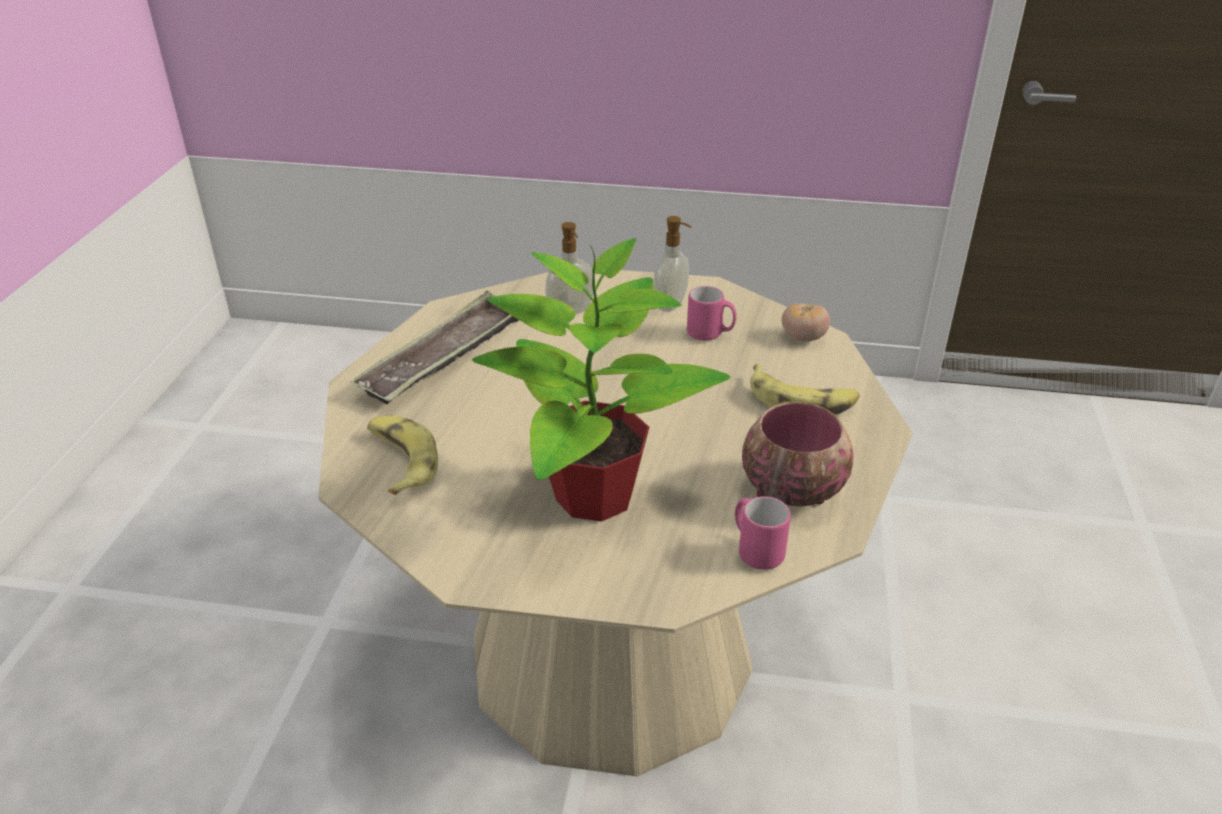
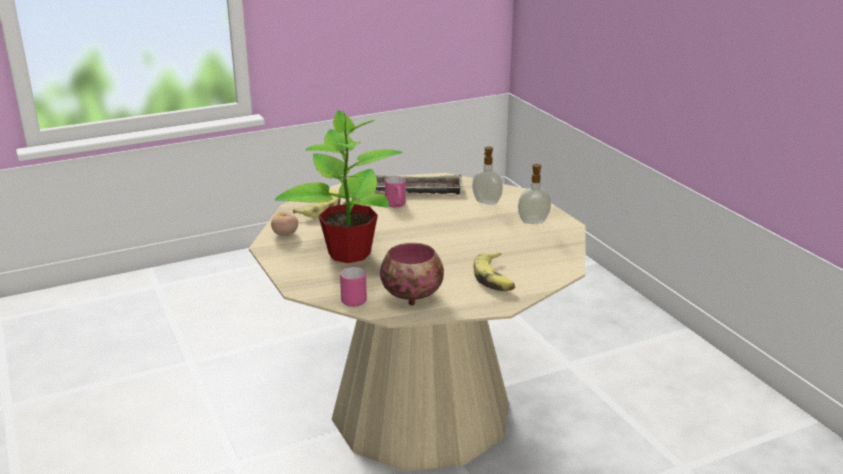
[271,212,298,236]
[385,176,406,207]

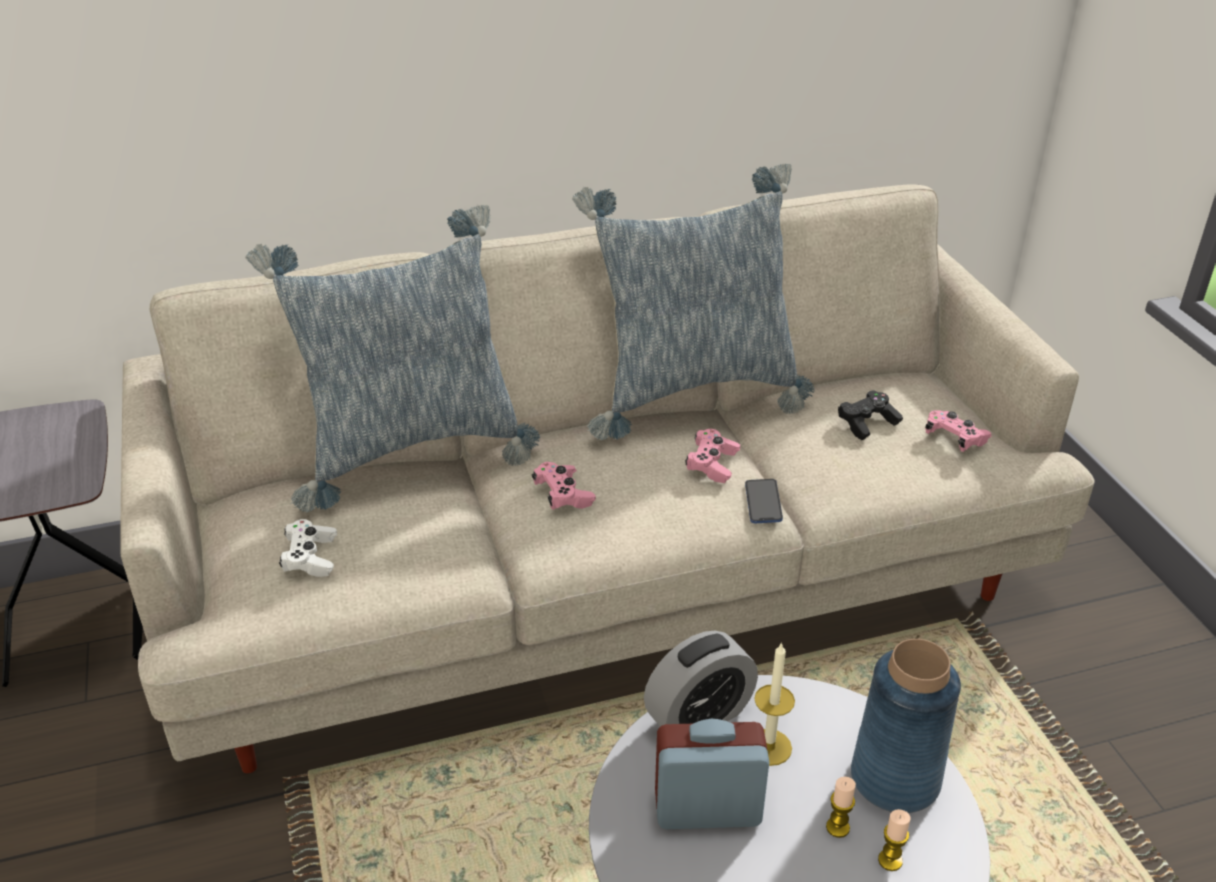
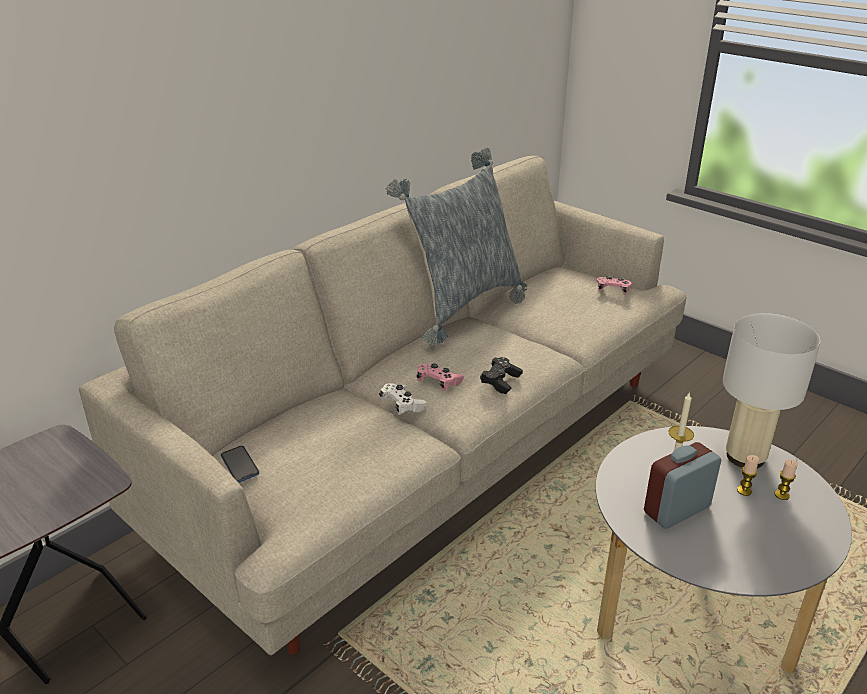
[221,446,259,483]
[379,383,427,415]
[480,357,523,394]
[723,313,821,468]
[245,205,541,512] (first image)
[644,631,758,726] (first image)
[685,429,740,483] (first image)

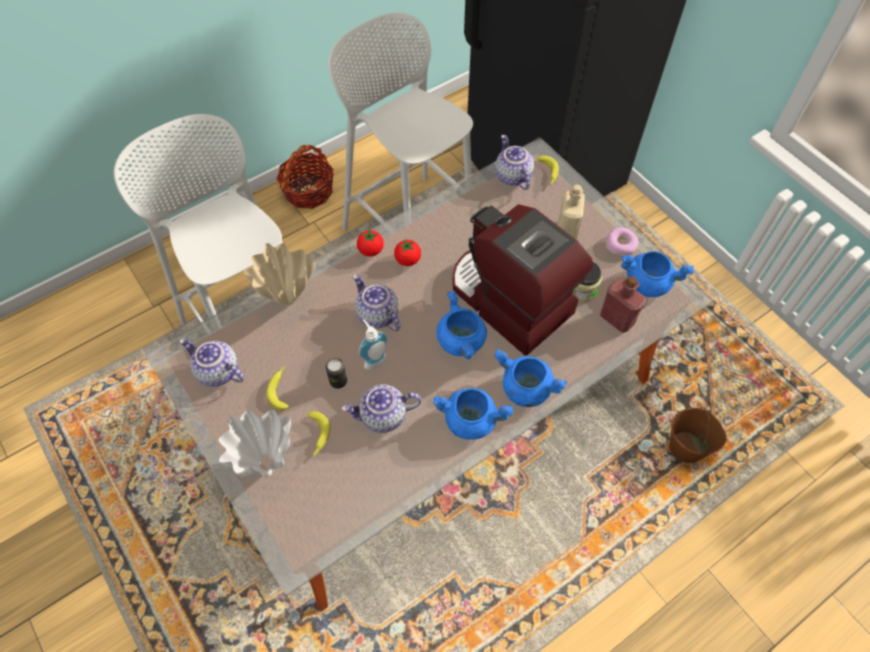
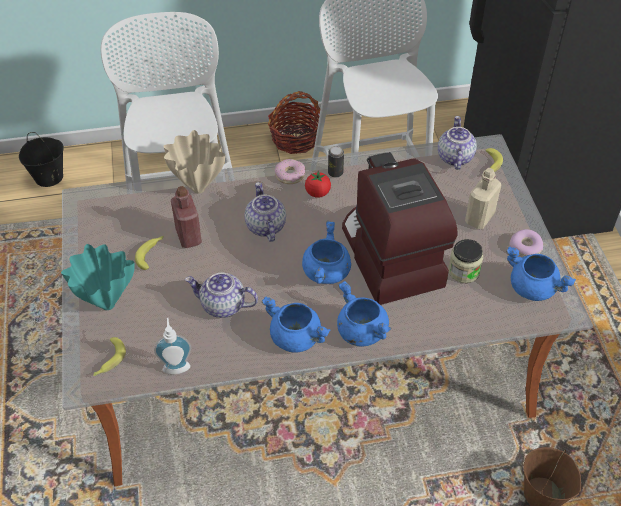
[19,132,64,187]
[61,244,135,310]
[93,337,126,376]
[154,318,191,374]
[171,186,202,248]
[275,159,305,184]
[328,146,344,178]
[180,338,245,387] (first image)

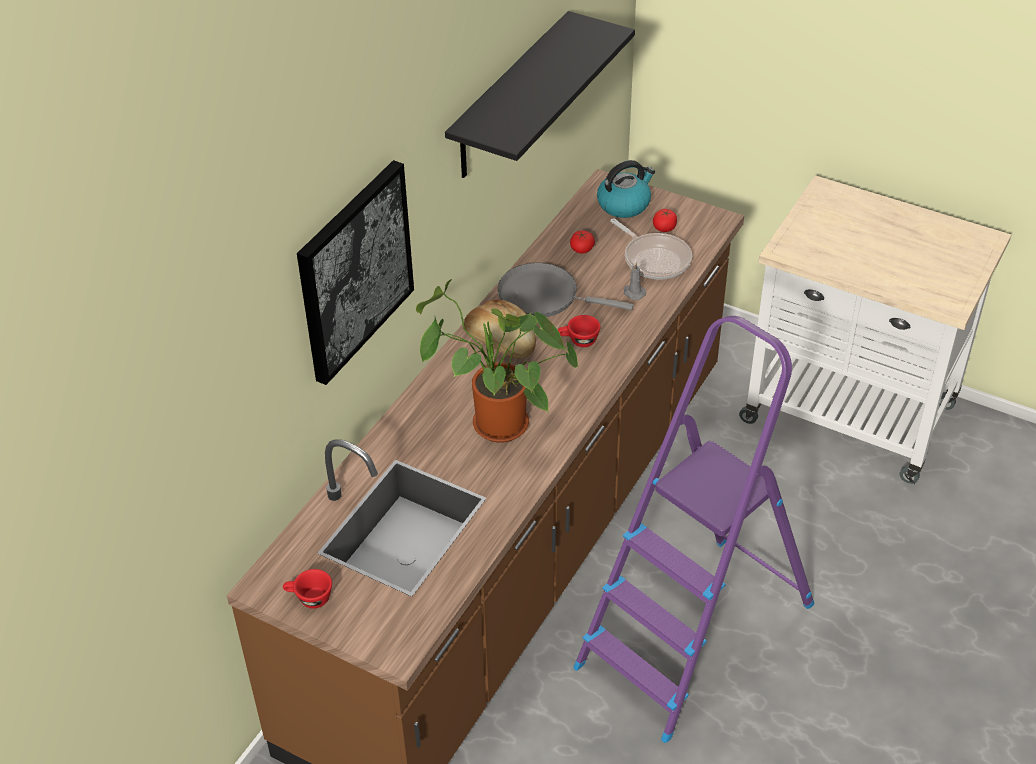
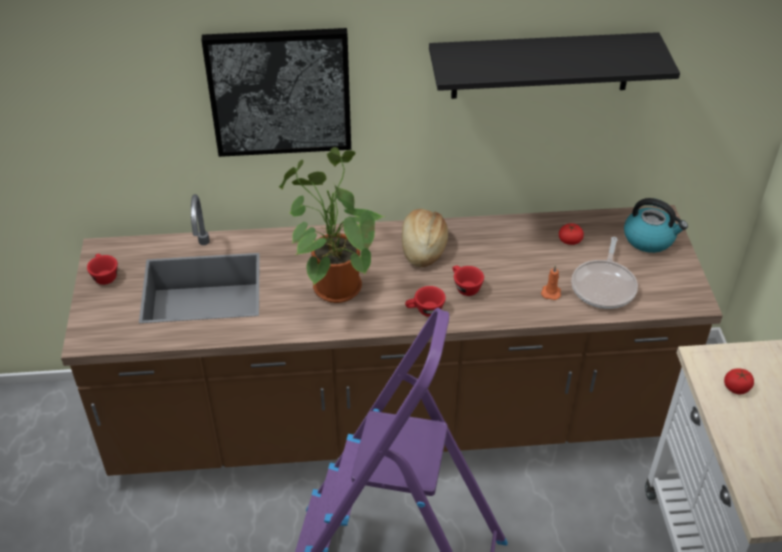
[405,286,446,317]
[541,265,561,300]
[724,368,754,394]
[498,263,634,317] (first image)

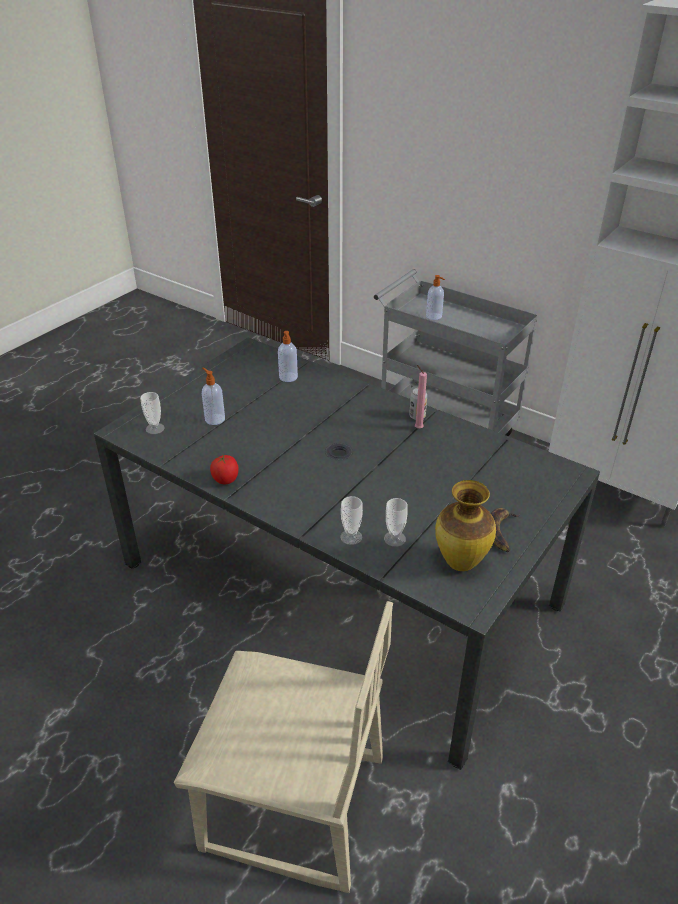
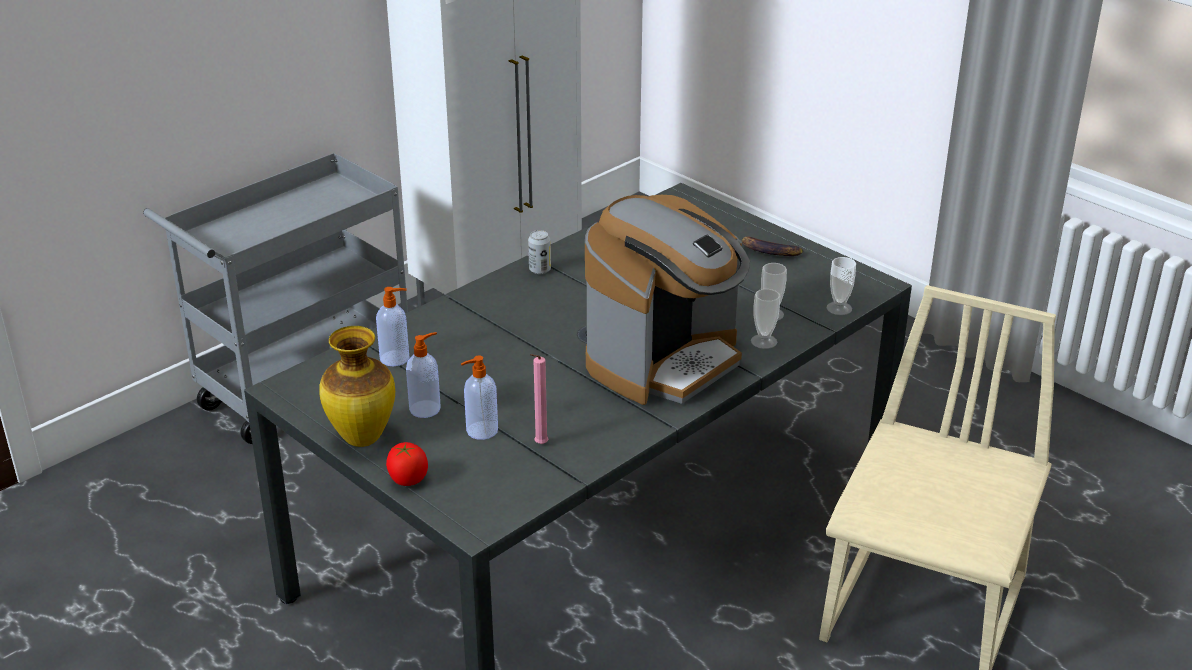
[319,326,395,447]
[386,442,428,486]
[406,332,441,418]
[530,354,549,444]
[585,195,750,405]
[827,257,856,315]

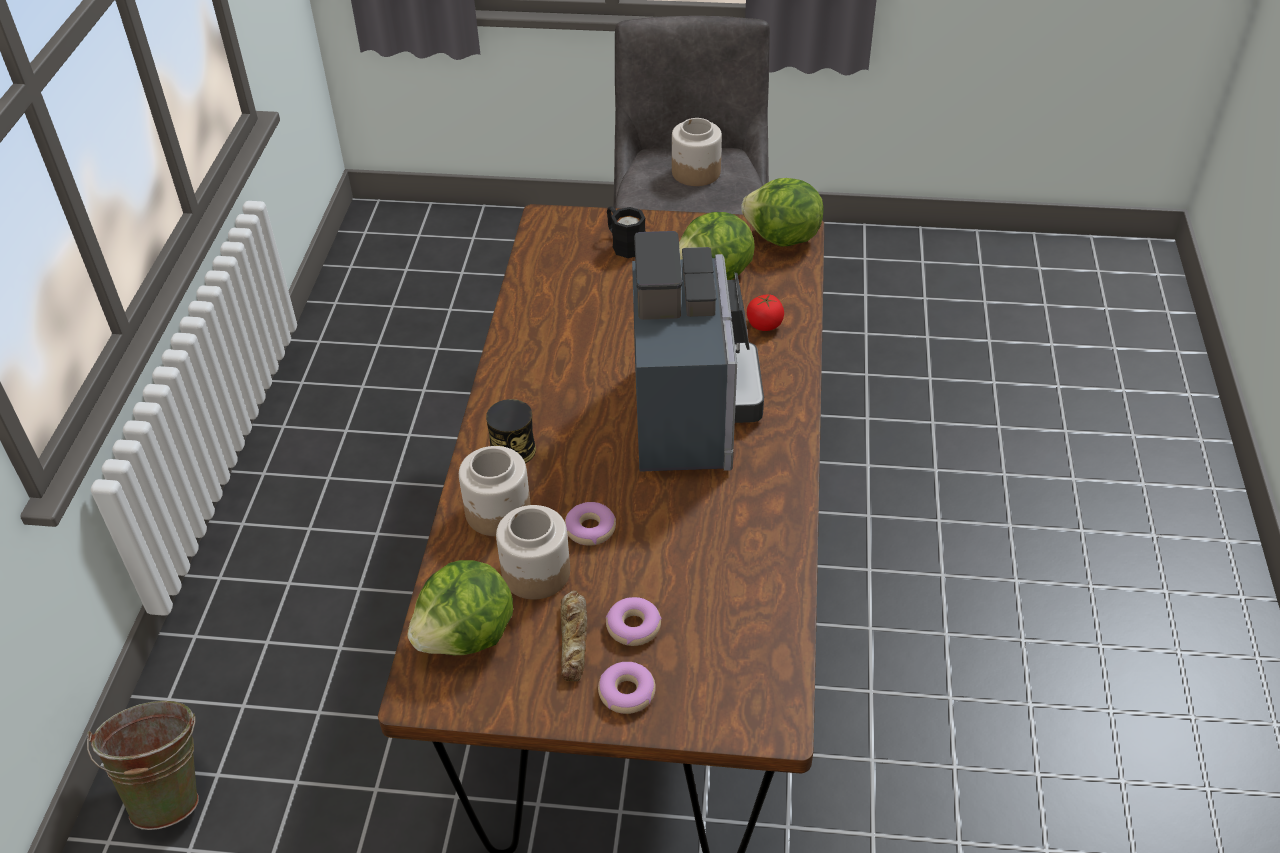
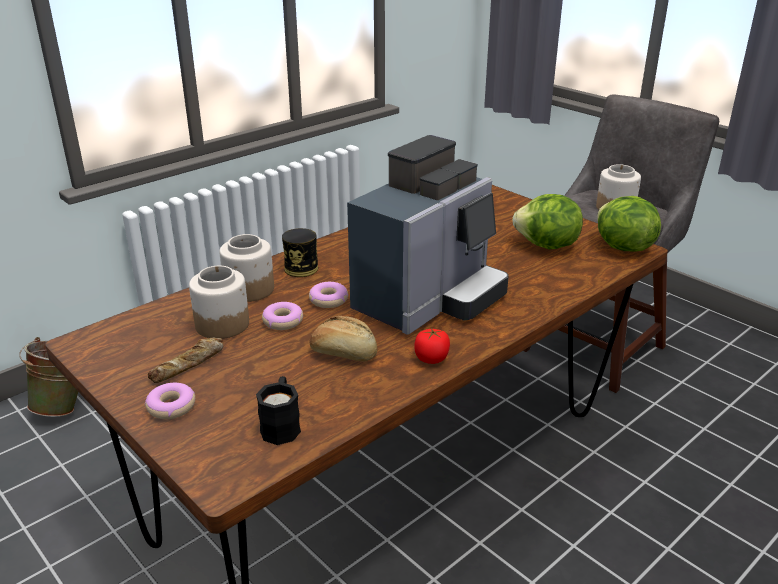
[256,376,301,445]
[309,282,348,308]
[309,316,377,361]
[414,328,450,364]
[408,560,513,655] (first image)

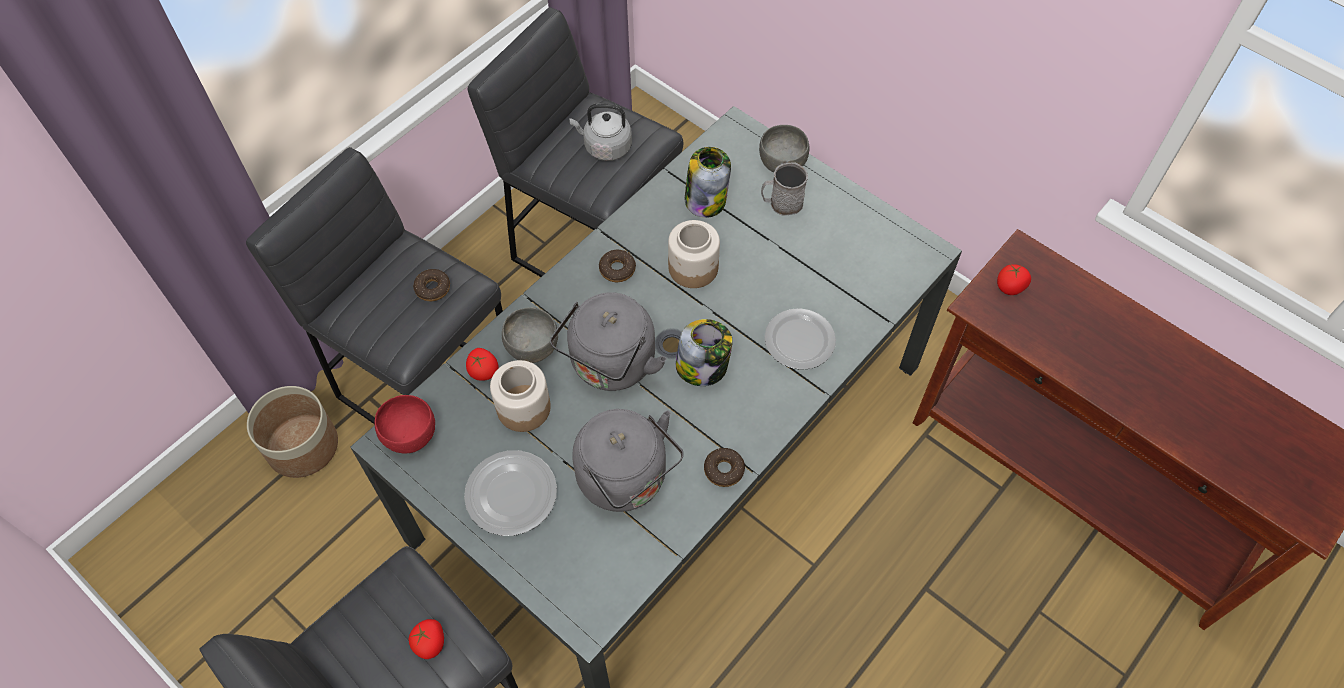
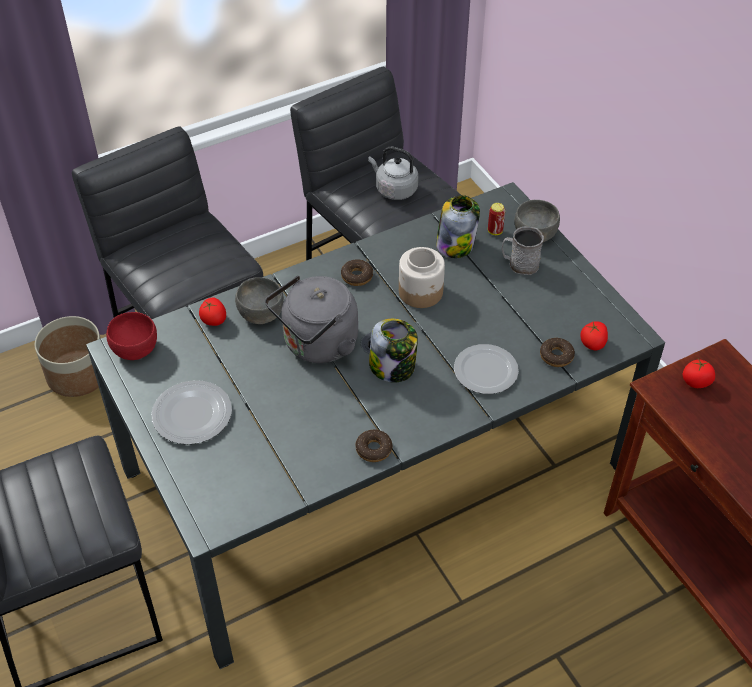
[488,203,505,235]
[540,337,575,367]
[580,321,608,350]
[490,360,551,432] (first image)
[572,409,684,512] (first image)

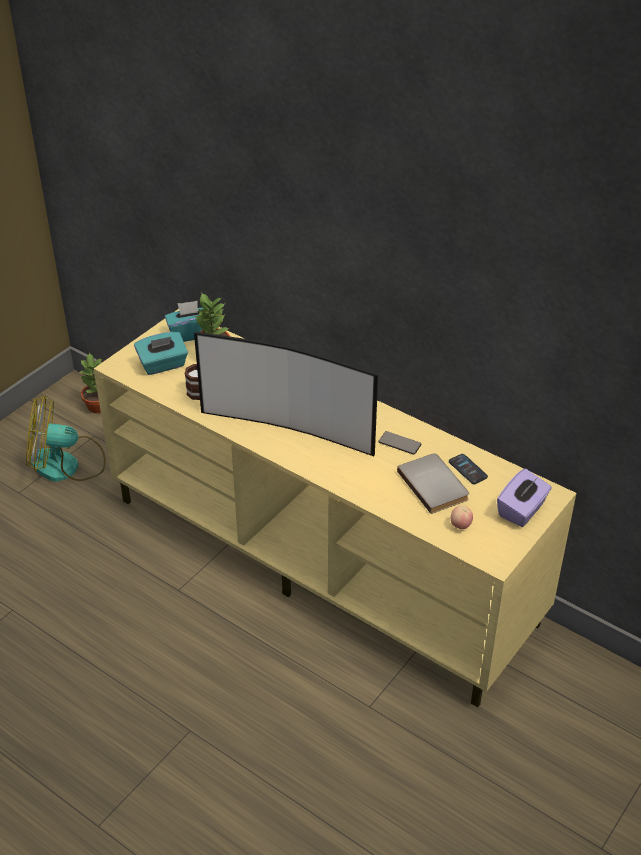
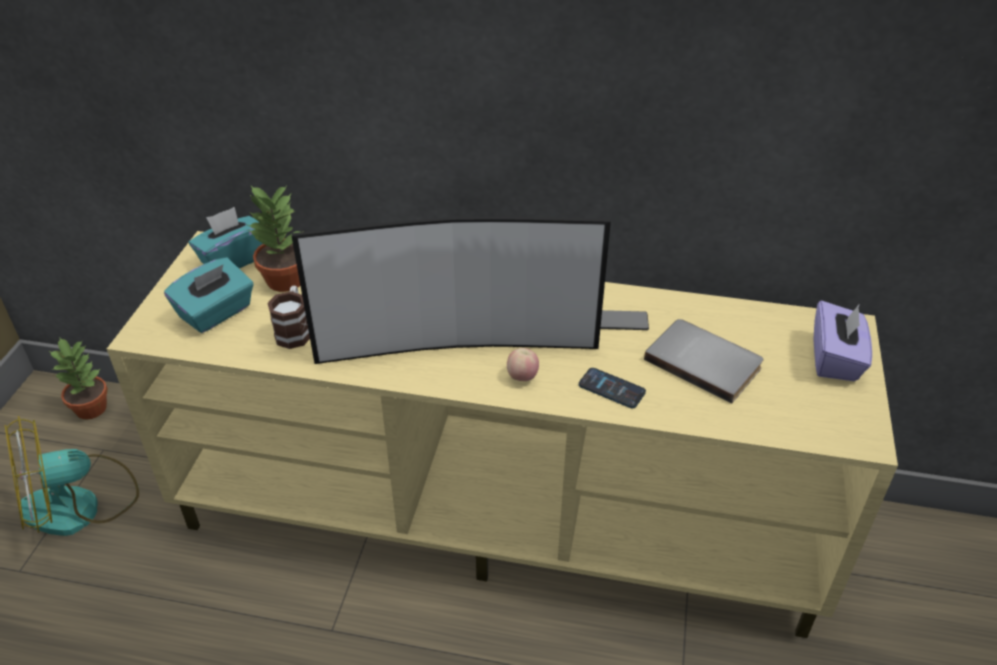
[507,348,539,381]
[579,368,646,408]

